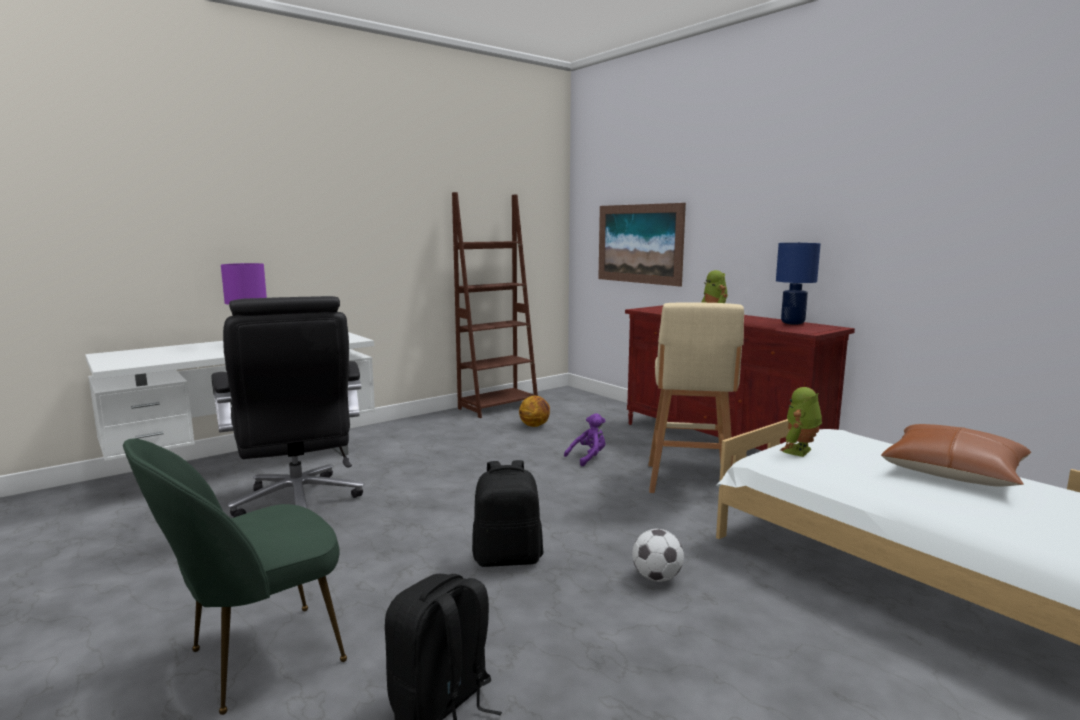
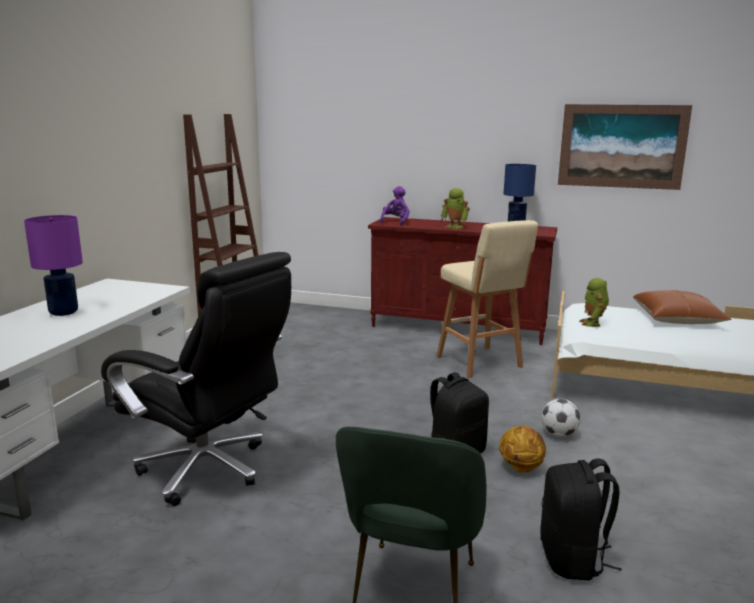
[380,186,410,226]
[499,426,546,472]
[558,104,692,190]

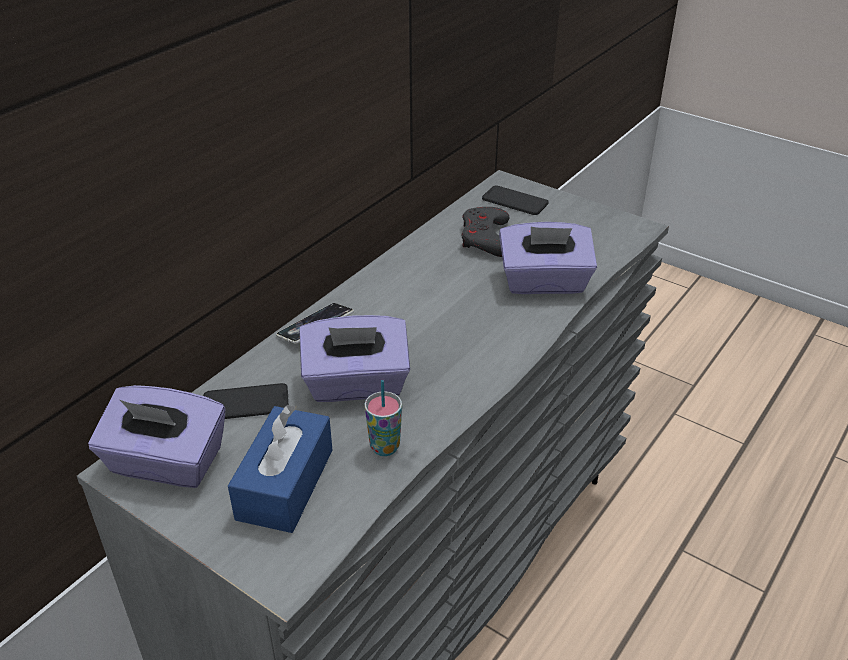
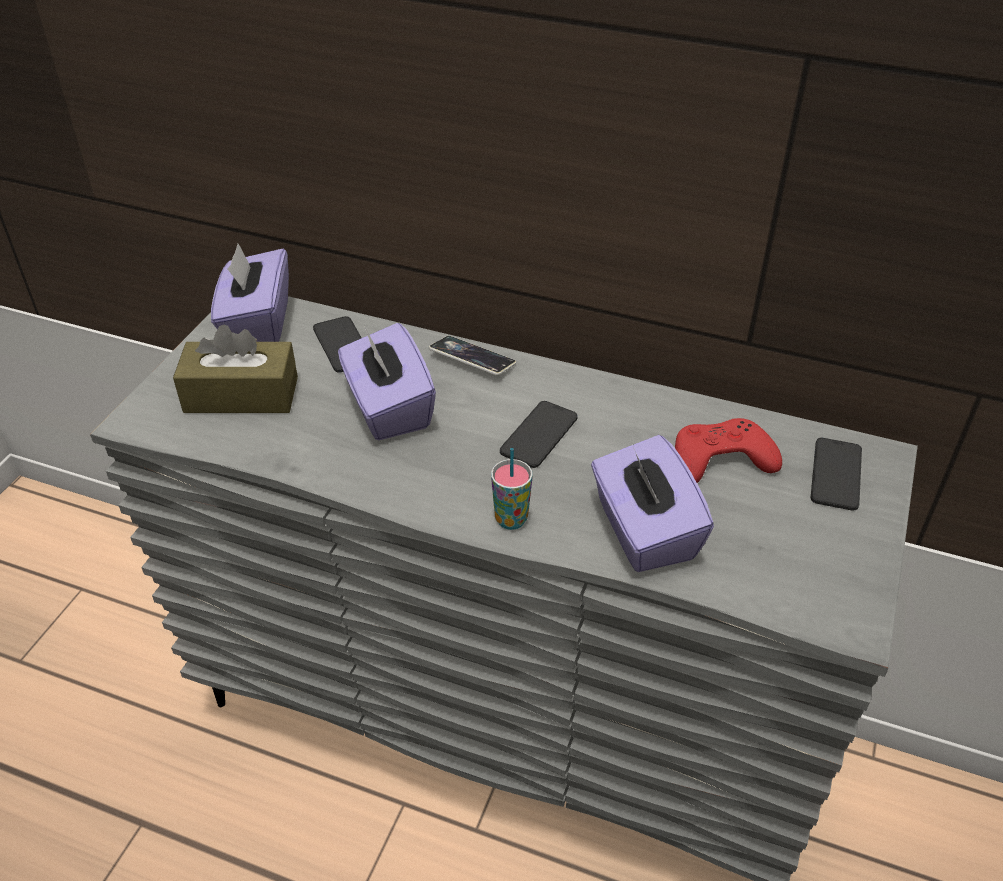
[173,325,298,413]
[491,448,533,530]
[500,401,578,468]
[675,418,782,483]

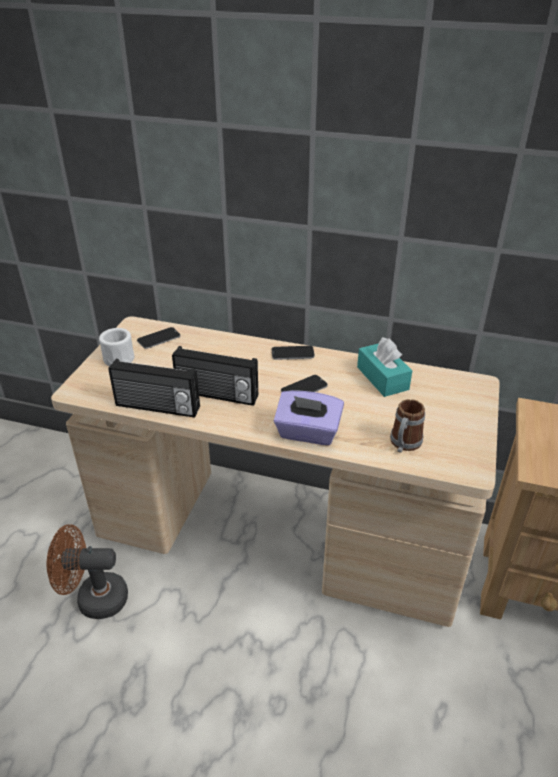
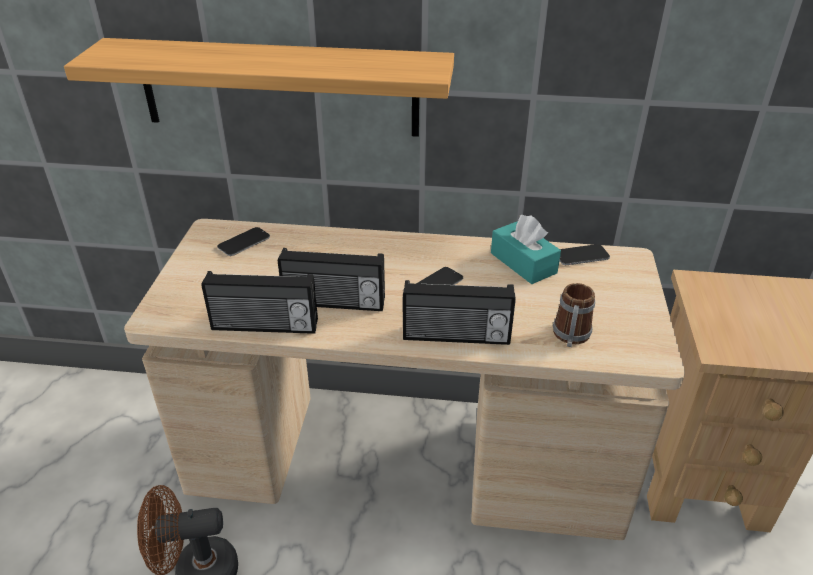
[64,38,454,137]
[403,280,516,345]
[560,244,610,265]
[99,328,134,366] (first image)

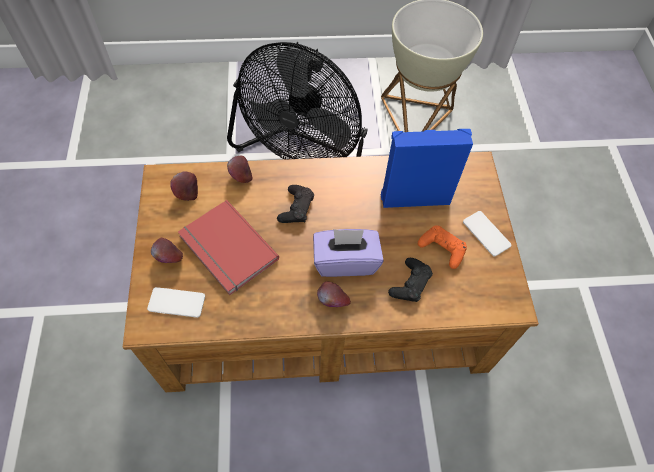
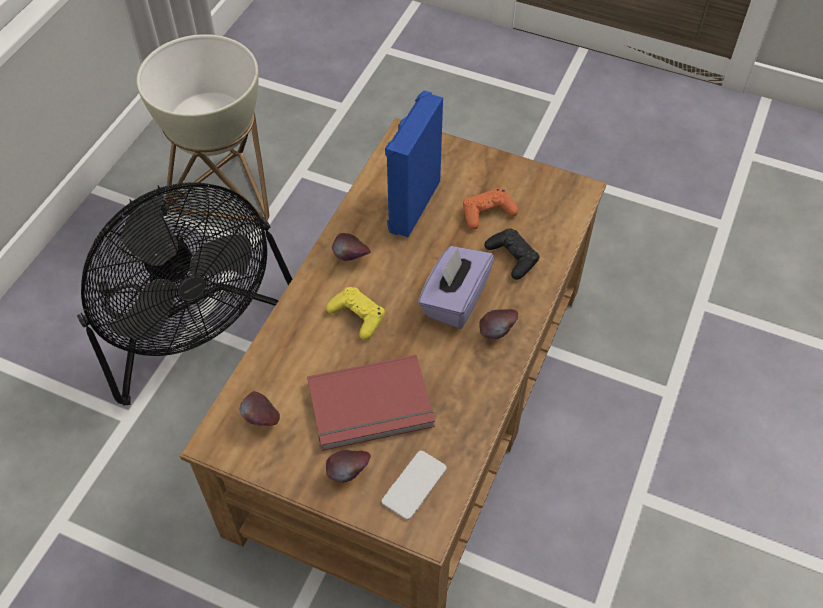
[326,287,385,340]
[332,233,371,261]
[463,211,511,256] (first image)

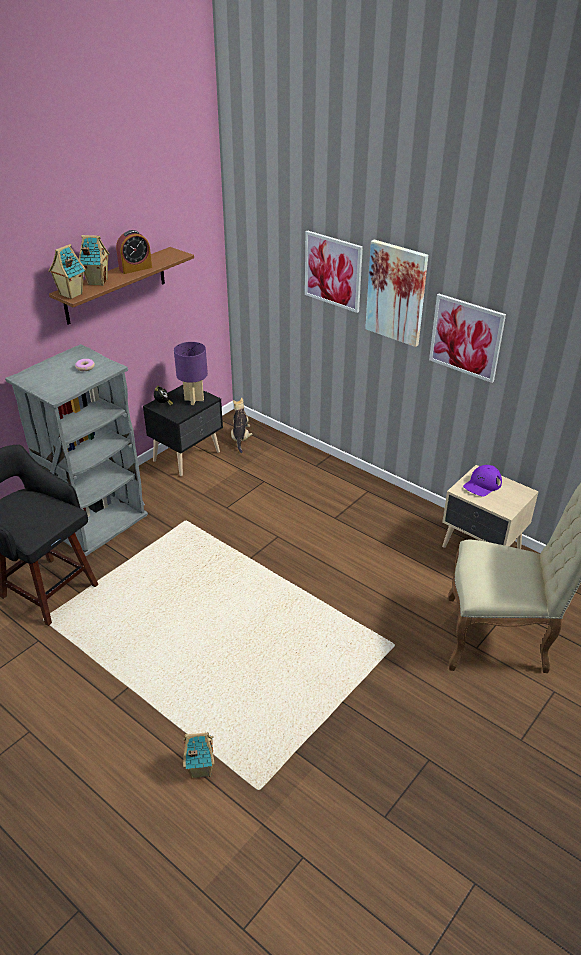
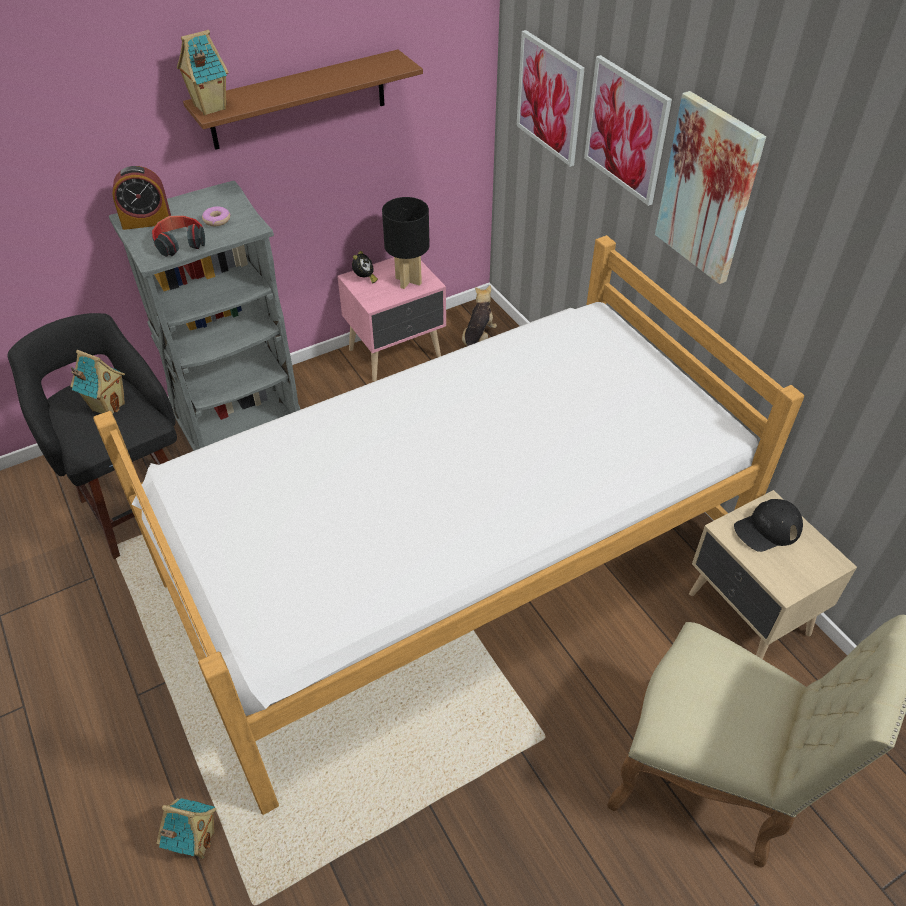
[70,350,125,414]
[93,235,804,815]
[112,166,171,230]
[152,215,205,257]
[337,257,446,382]
[382,197,430,289]
[517,30,585,167]
[734,499,803,552]

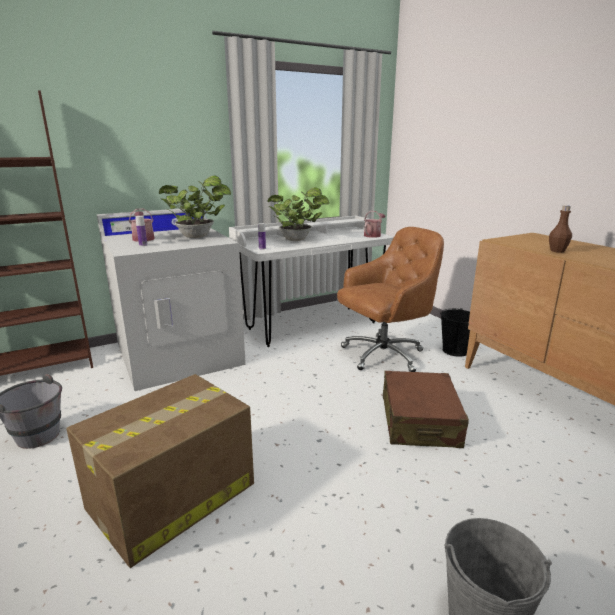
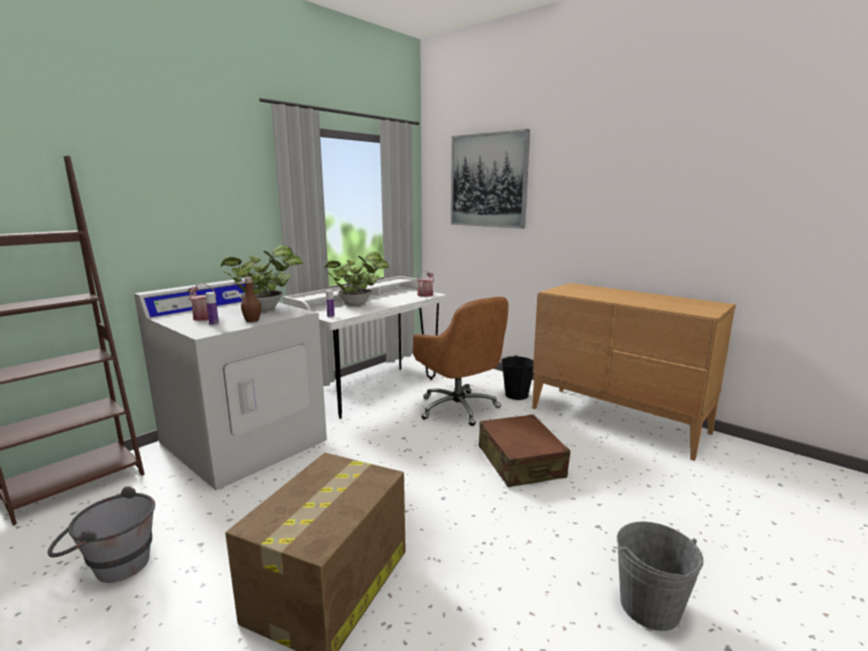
[241,277,261,322]
[412,297,508,426]
[451,129,530,229]

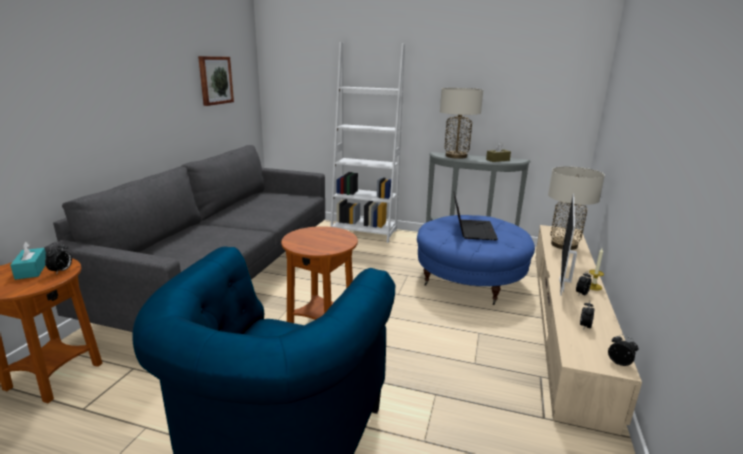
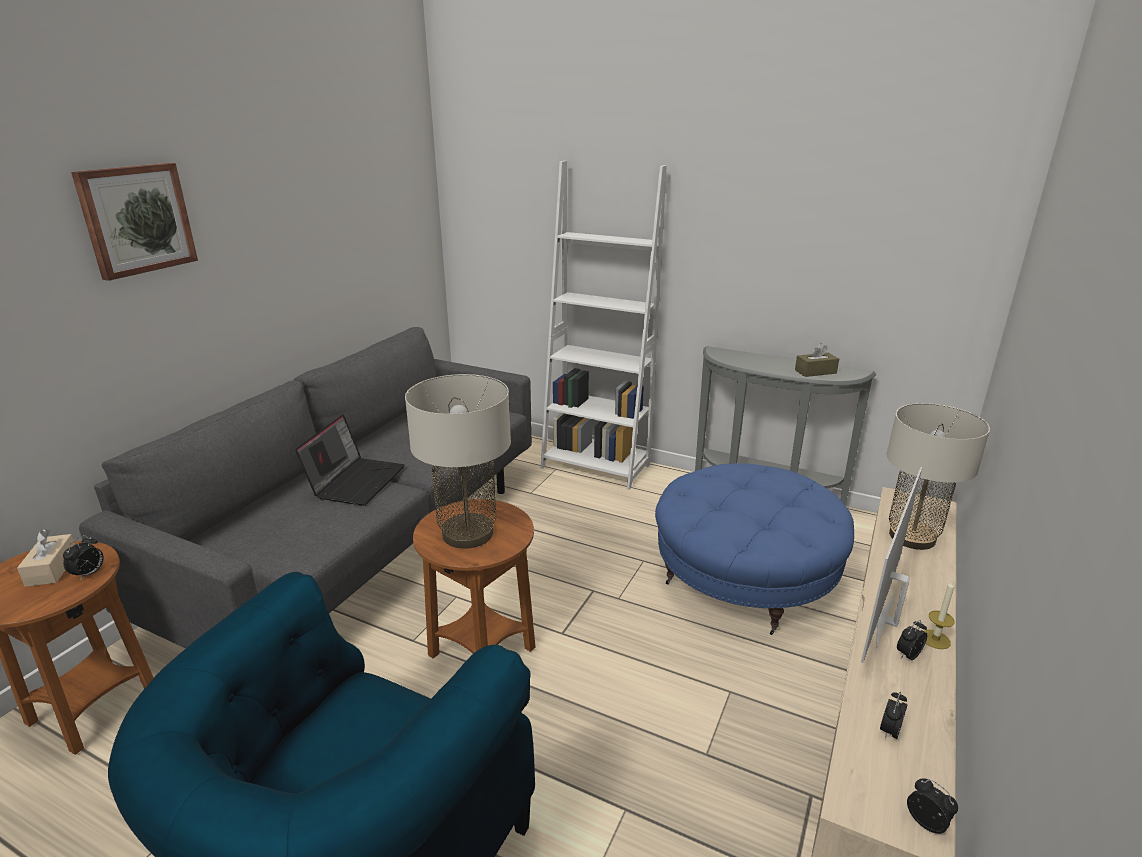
[17,529,75,587]
[71,163,198,281]
[295,414,404,506]
[405,374,511,549]

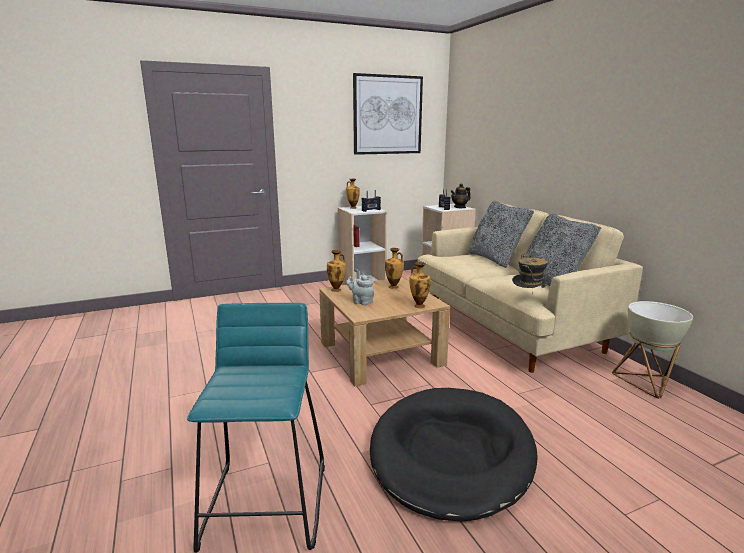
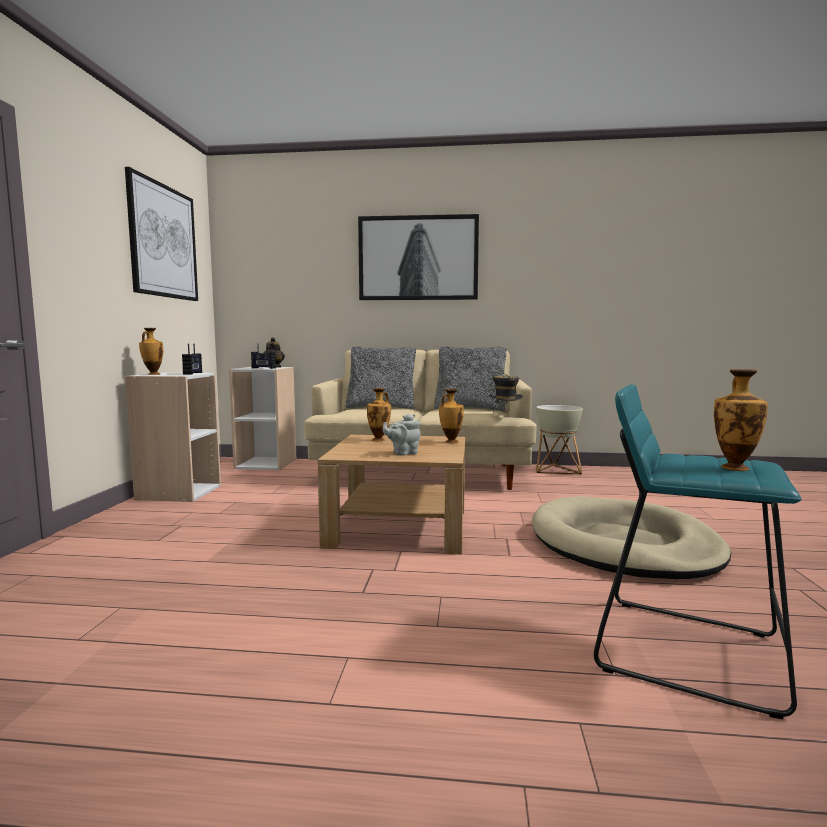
[358,214,479,300]
[532,496,731,579]
[714,369,768,471]

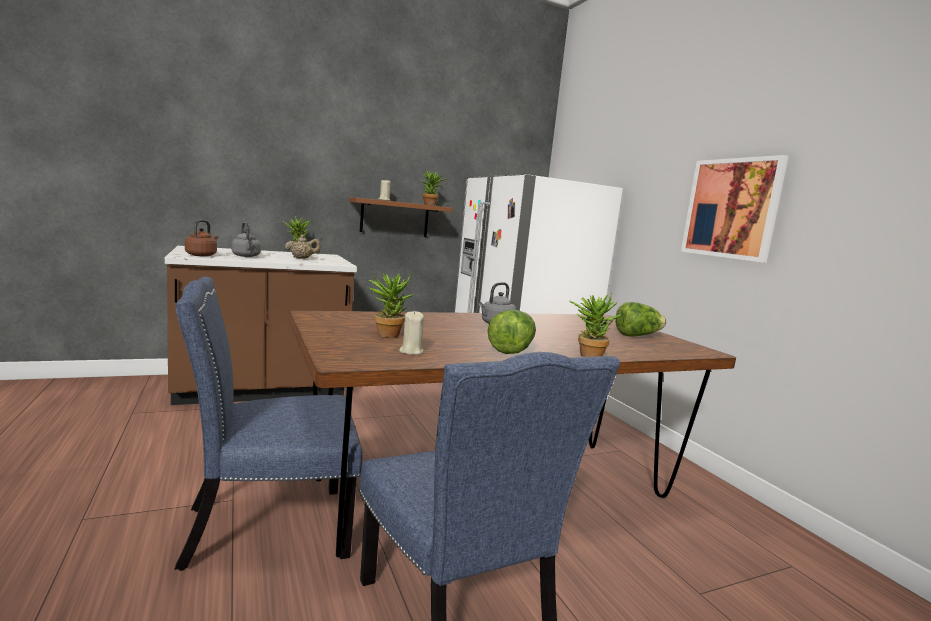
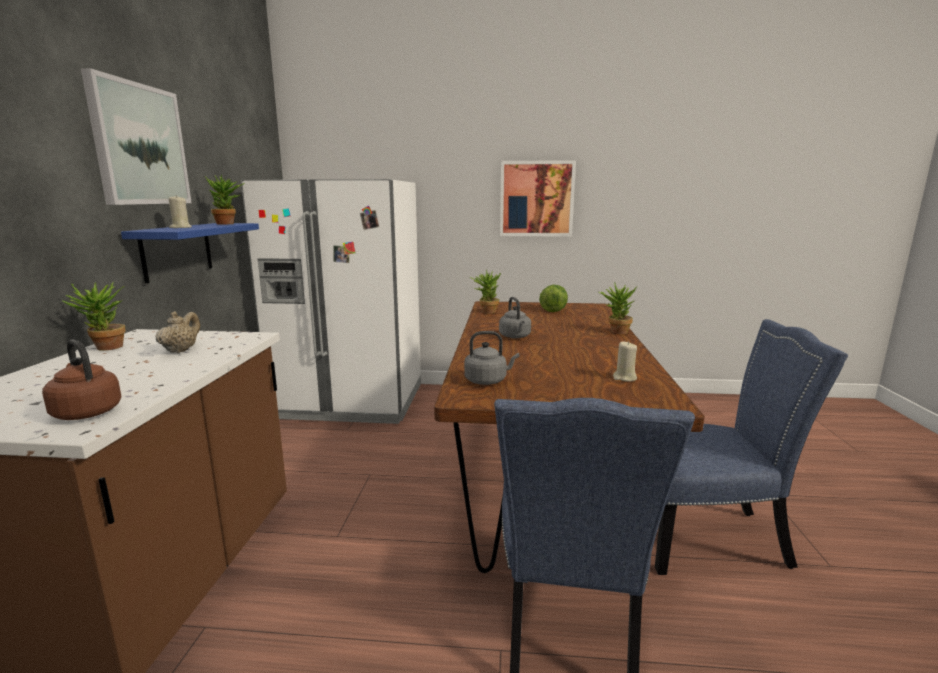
[81,68,192,205]
[121,223,259,284]
[464,331,519,385]
[470,269,501,314]
[487,309,536,354] (first image)

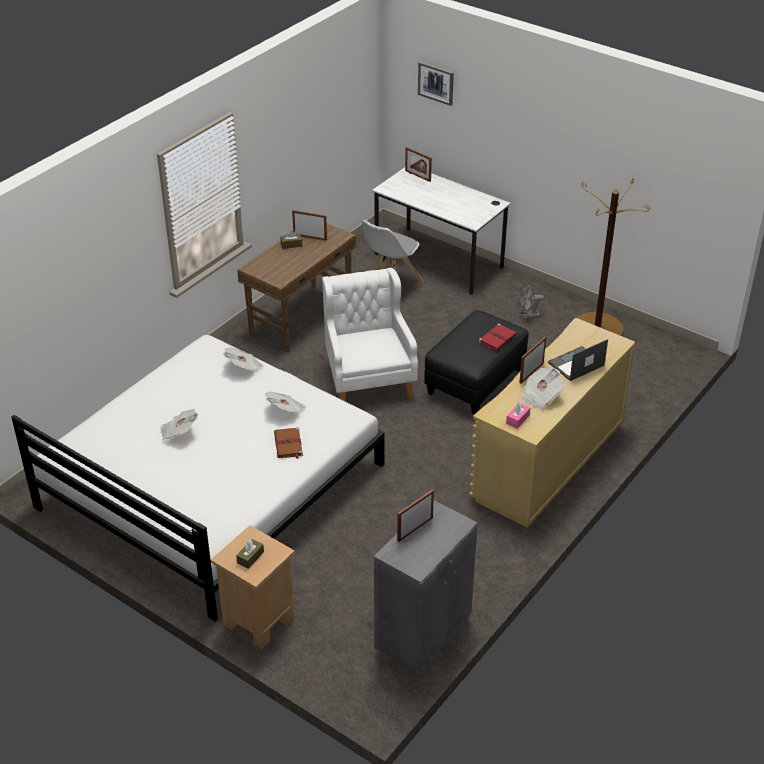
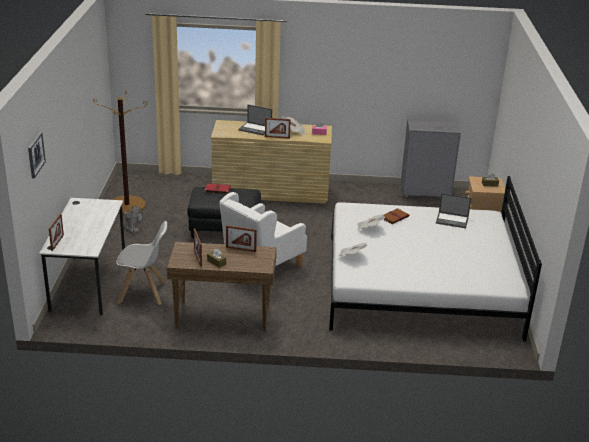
[226,225,257,252]
[436,193,471,228]
[160,409,198,440] (first image)

